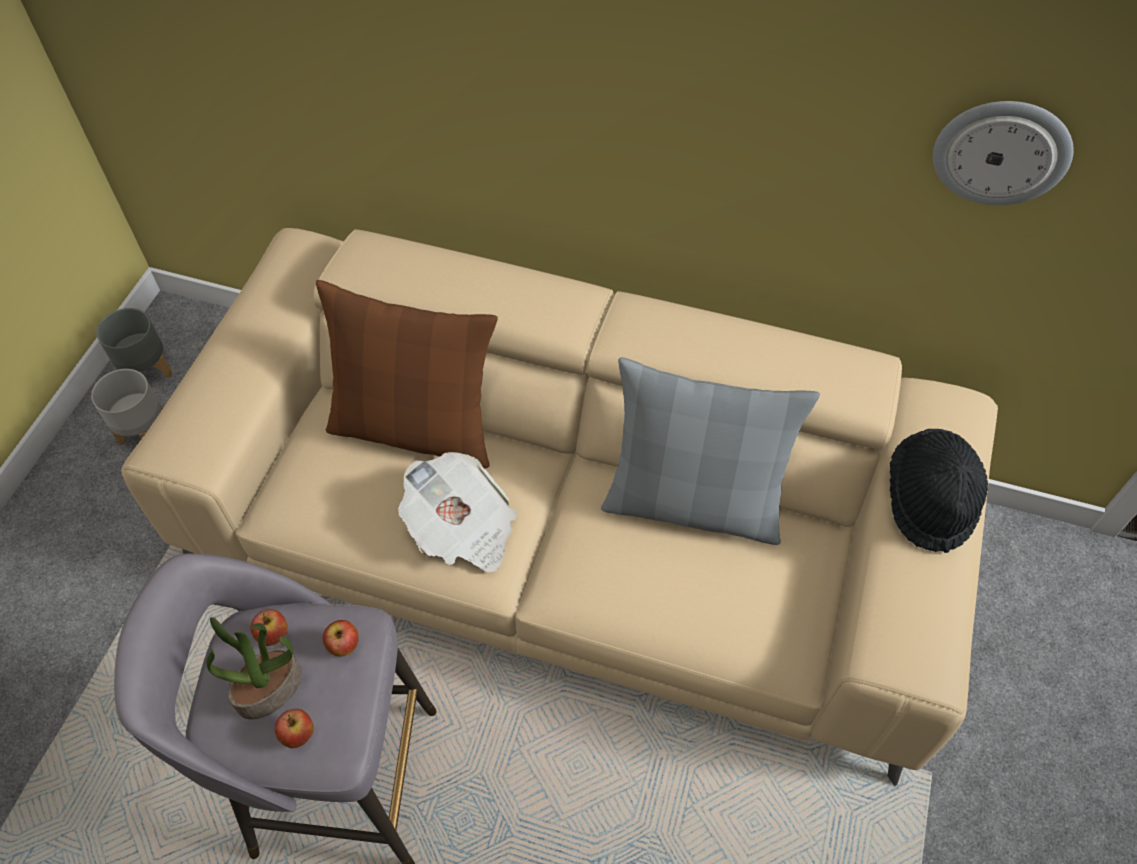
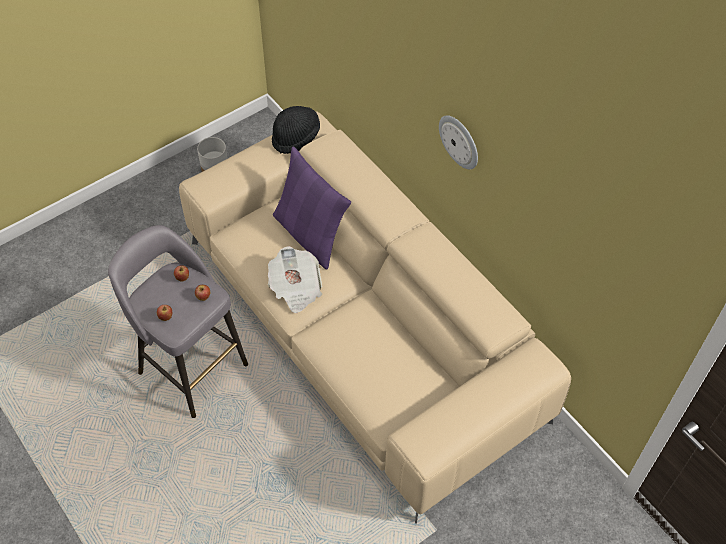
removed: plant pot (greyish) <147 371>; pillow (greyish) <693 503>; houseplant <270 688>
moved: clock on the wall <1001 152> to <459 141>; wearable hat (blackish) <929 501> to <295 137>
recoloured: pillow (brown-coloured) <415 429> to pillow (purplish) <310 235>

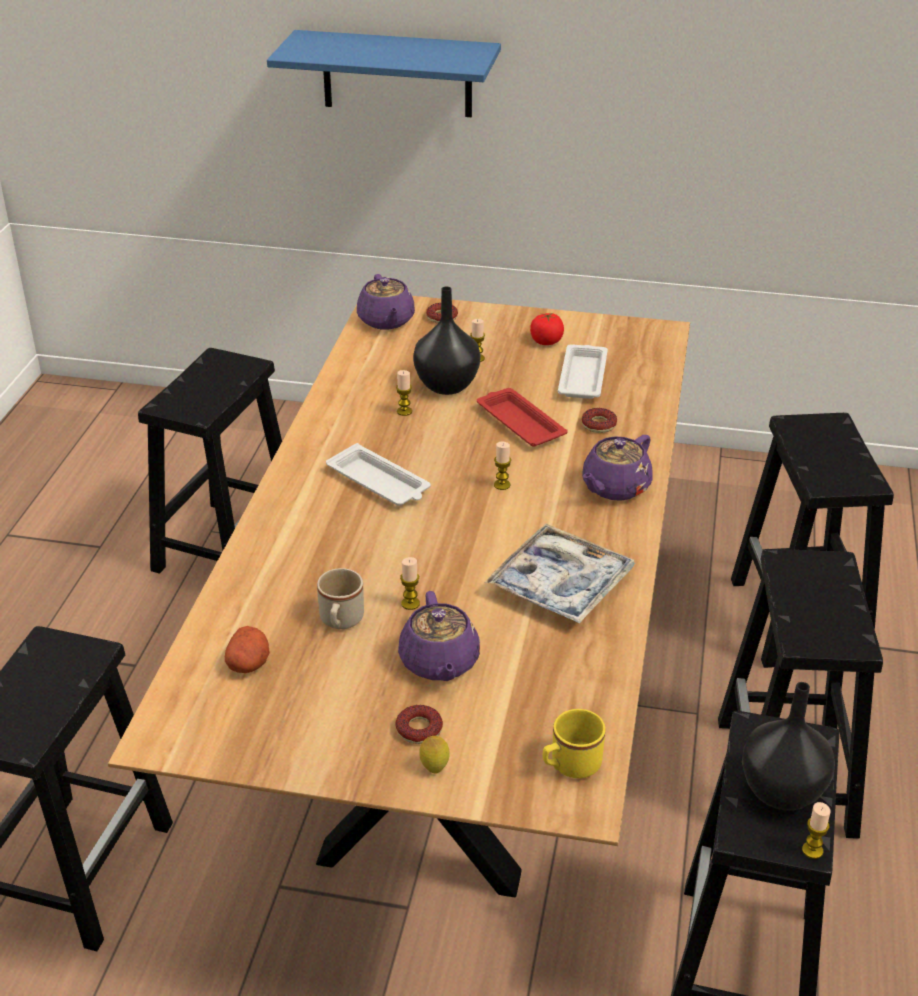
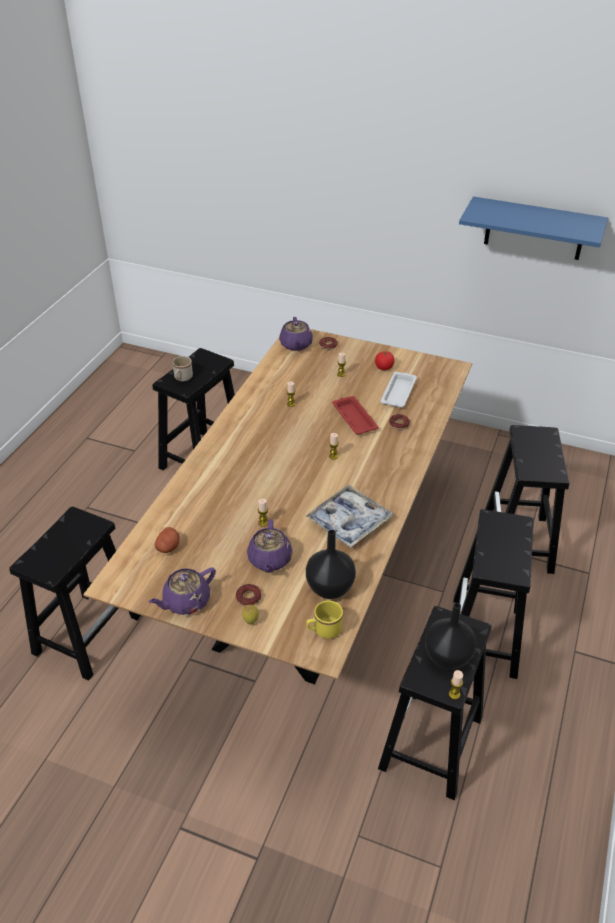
removed: tray (white) <379 483>
moved: wall shelf (blue-coloured) <397 74> to <534 229>; flower vase (blackish) <448 386> to <330 589>; tea pot (purplish) <614 487> to <185 601>; mug (beige-coloured) <340 622> to <182 378>

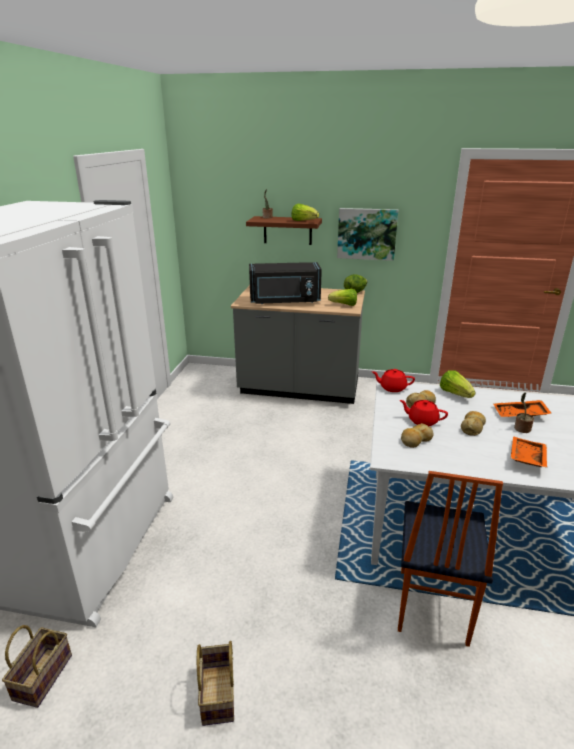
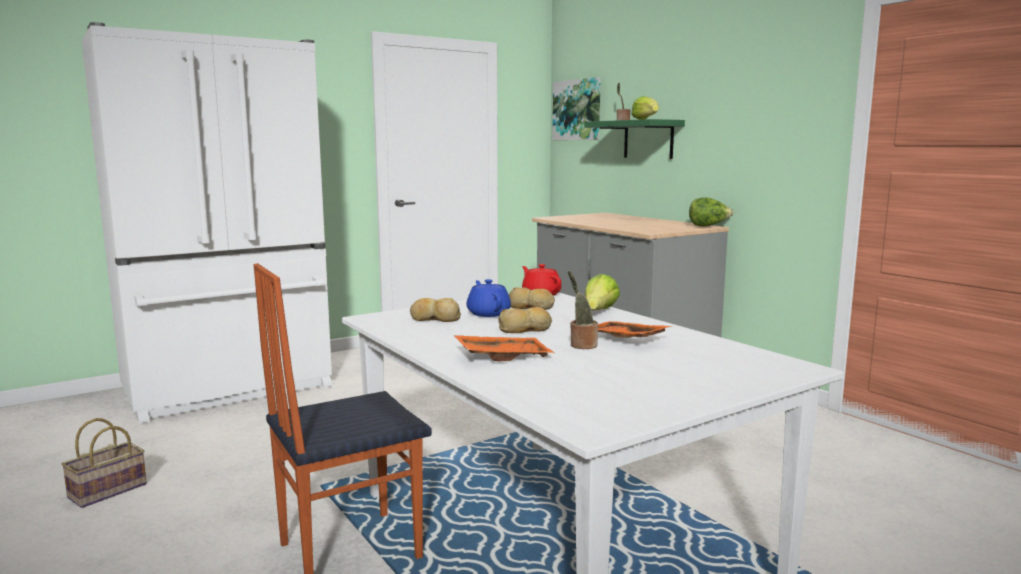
removed: microwave (blackish) <285 301>; head of lettuce <344 305>; household basket <43 675>
moved: picture <367 234> to <577 110>
recoloured: wall shelf (brown-coloured) <287 230> to wall shelf (green-coloured) <648 139>; tea pot (red-coloured) <422 421> to tea pot (blue-coloured) <488 313>

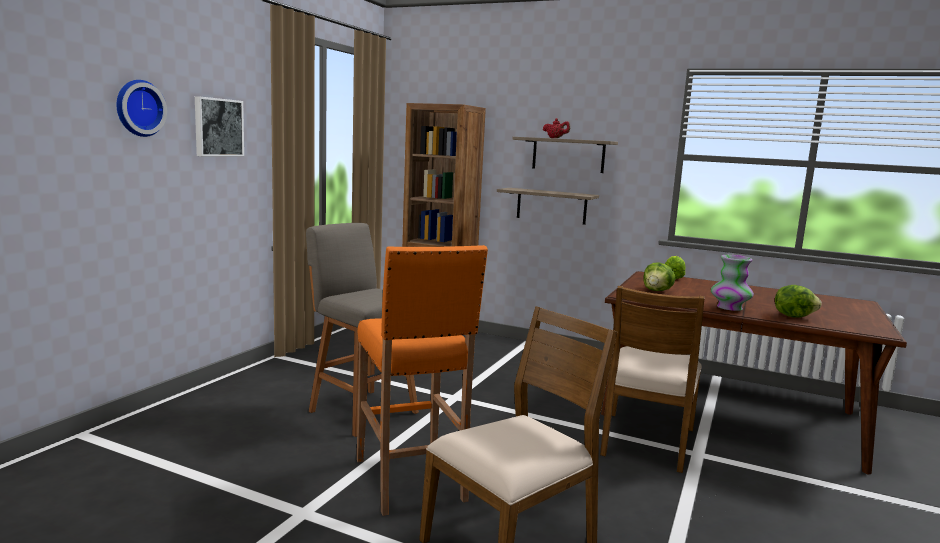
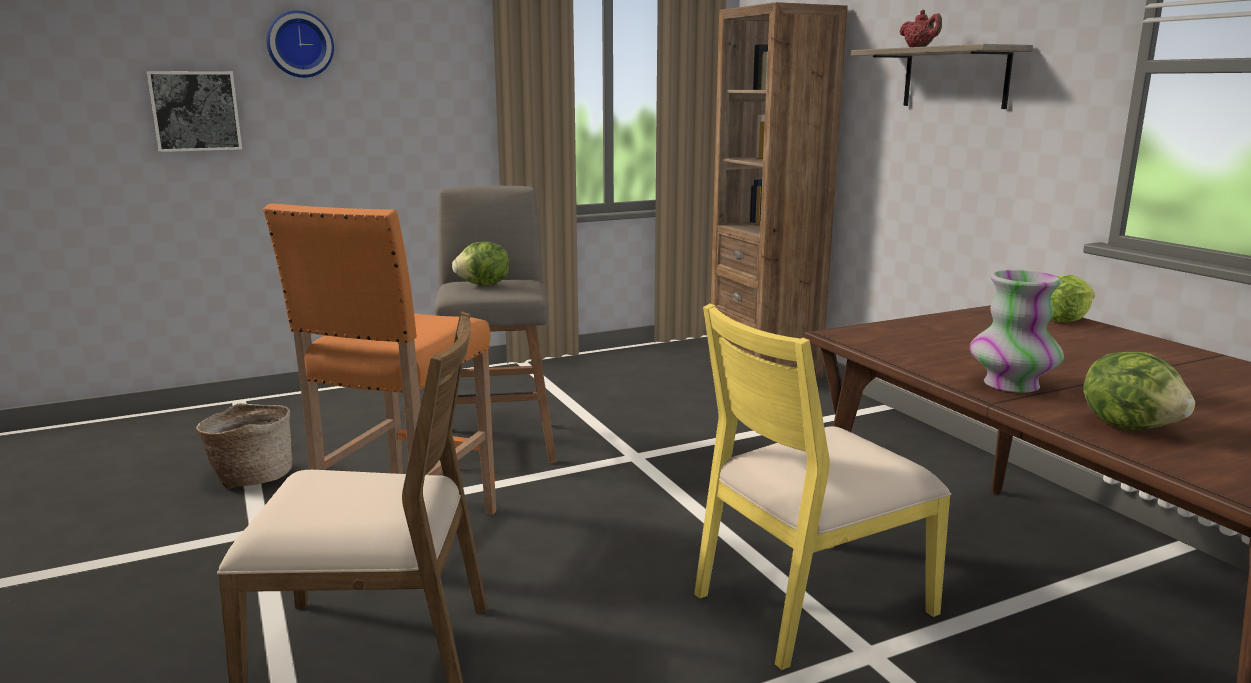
removed: wall shelf <551 206>
added: household basket <251 477>
moved: picture <218 127> to <195 111>; head of lettuce <657 291> to <484 285>
recoloured: chair (brown-coloured) <645 441> to chair (yellowish) <809 601>

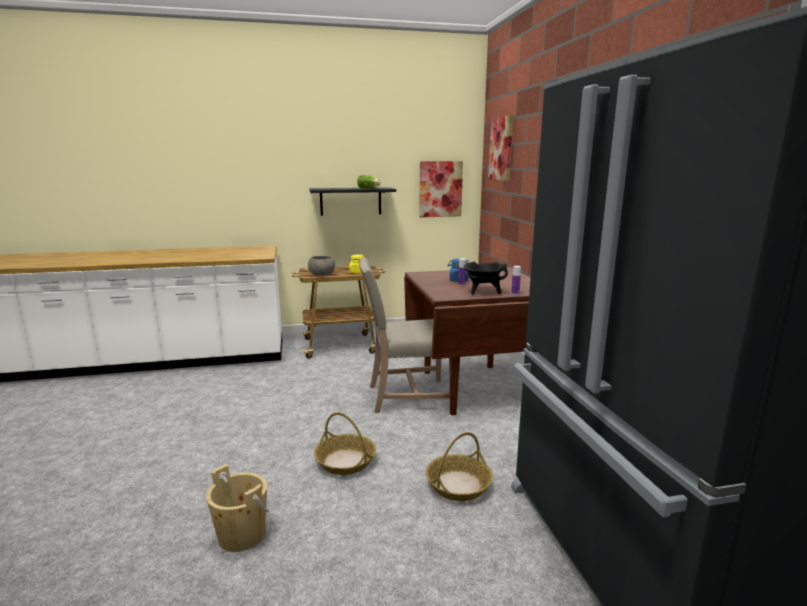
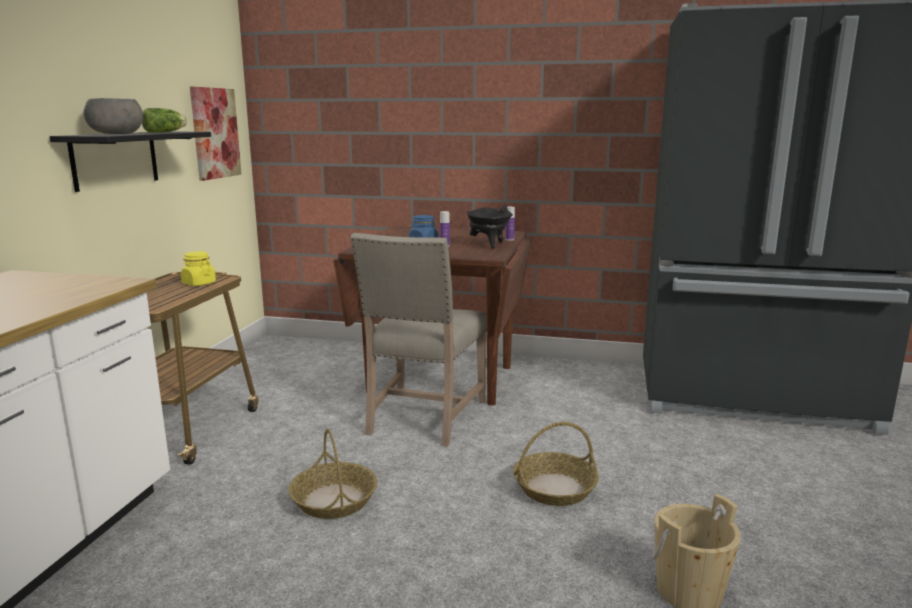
removed: picture <501 149>
moved: deep dish (greyish) <322 274> to <117 134>; household basket <458 485> to <334 500>

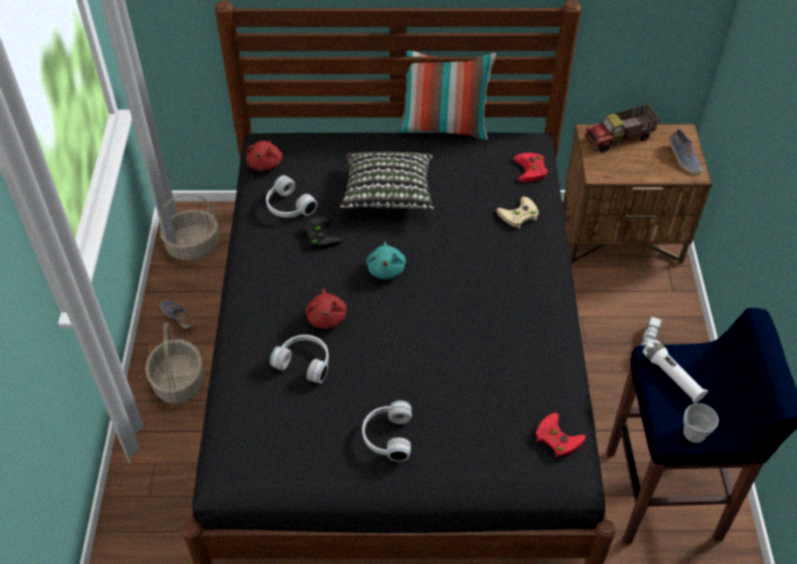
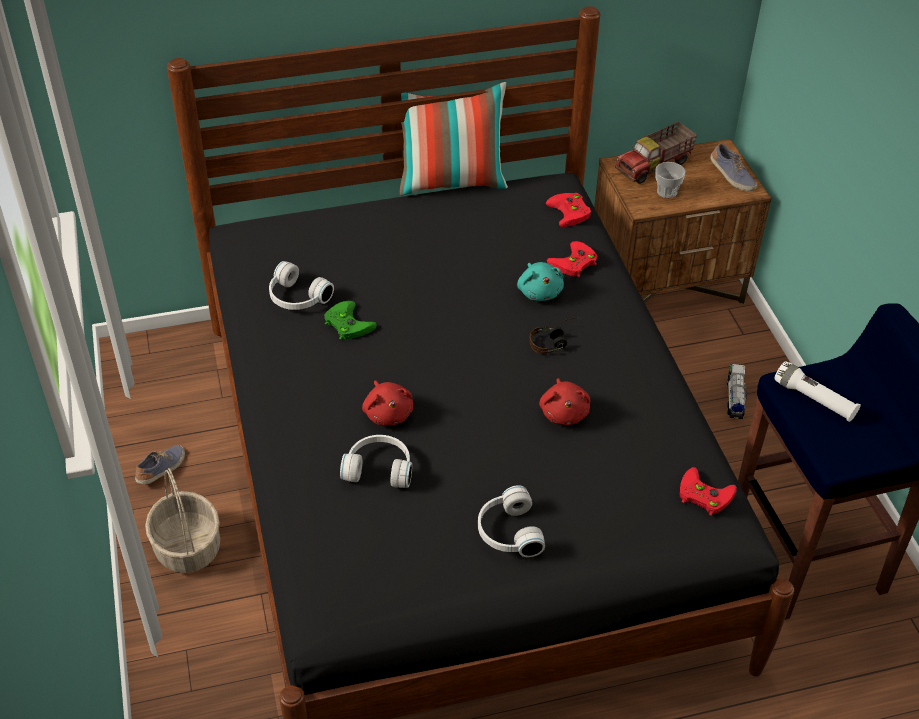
removed: pillow <388 194>; household basket <193 247>
added: headphones <555 341>
moved: cuddly toy (red-coloured) <266 163> to <564 412>; cuddly toy (blue-green) <386 268> to <539 291>; drinking cup <694 433> to <667 192>
recoloured: joypad (beige-coloured) <518 216> to joypad (red-coloured) <573 263>; joypad (blackish) <319 235> to joypad (green-coloured) <346 323>
turned: item of footwear <178 317> = <162 470> 90 degrees clockwise

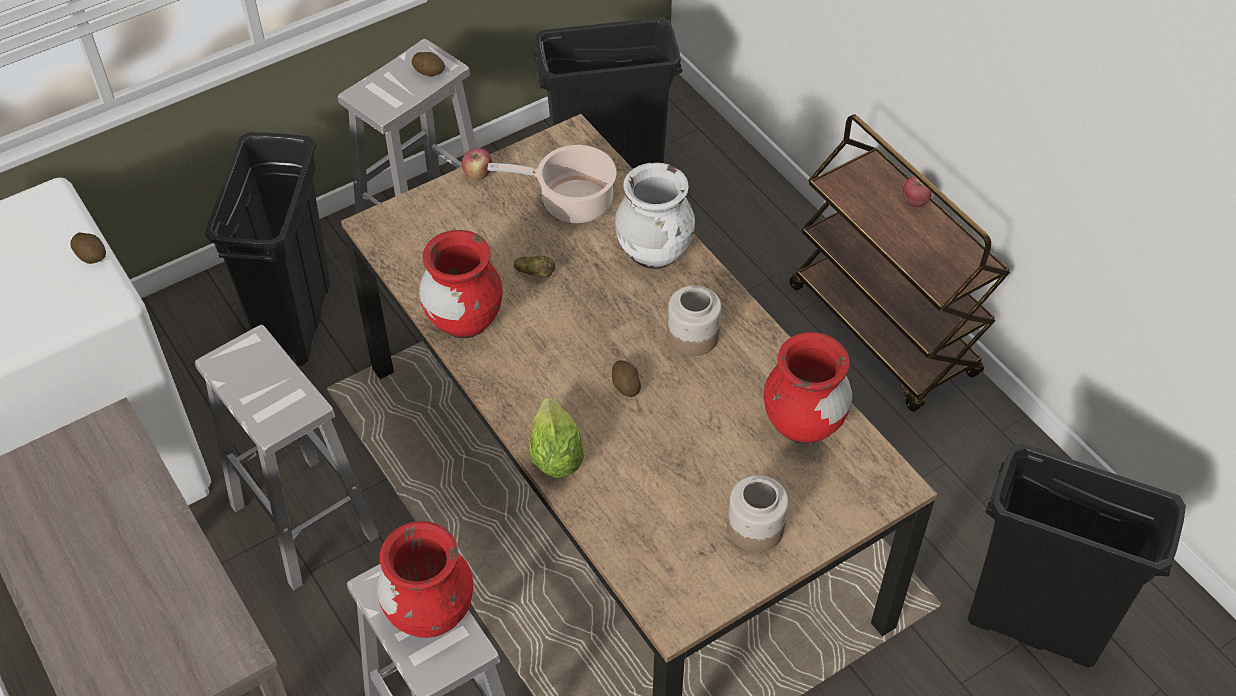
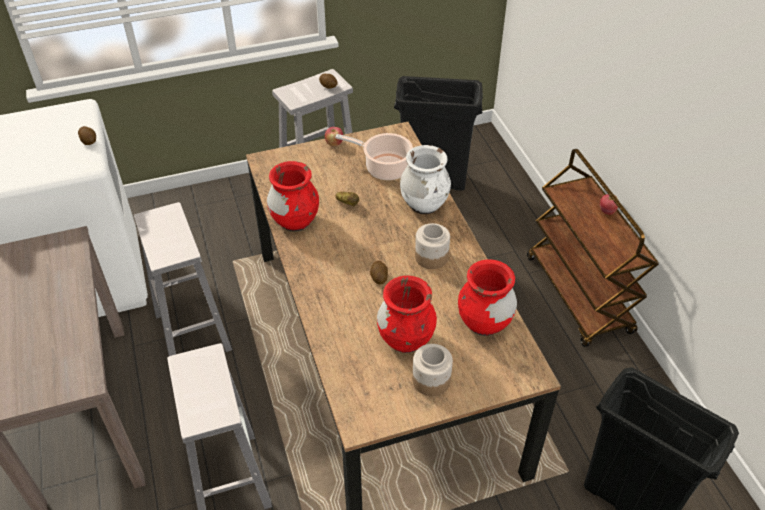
removed: trash can (blackish) <296 321>; head of lettuce <555 456>
moved: flower vase (red-coloured) <430 613> to <406 340>

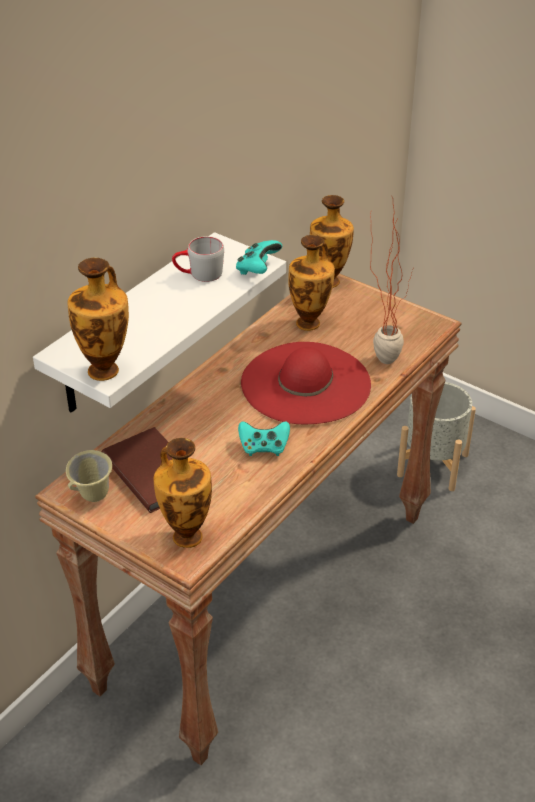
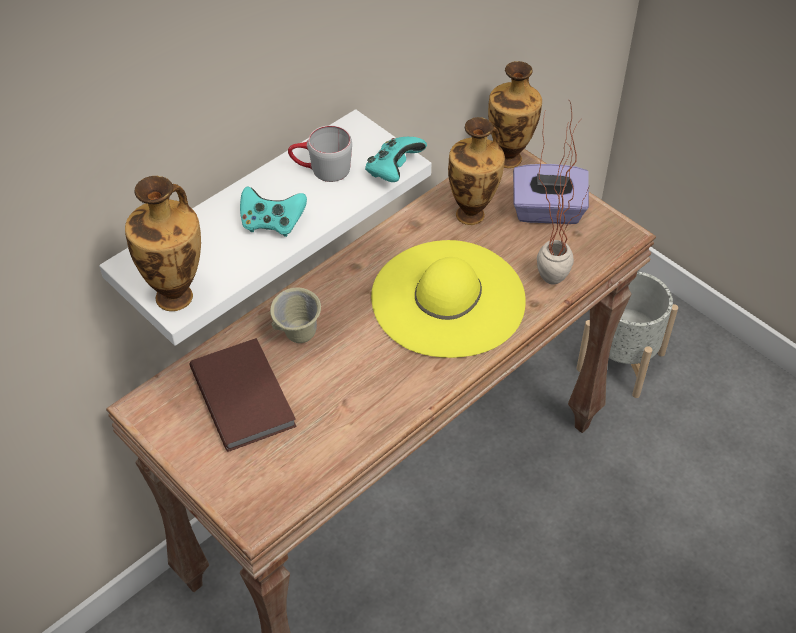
removed: flower vase <186 535>
added: tissue holder (purplish) <547 212>
moved: joypad (blue-green) <263 447> to <272 223>; mug (beige-coloured) <93 498> to <298 338>
recoloured: wearable hat (red-coloured) <306 383> to wearable hat (yellowish) <448 298>

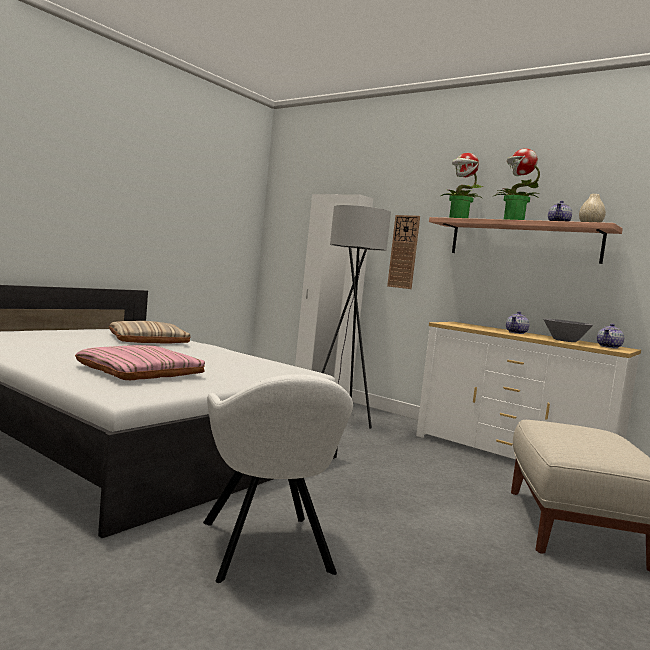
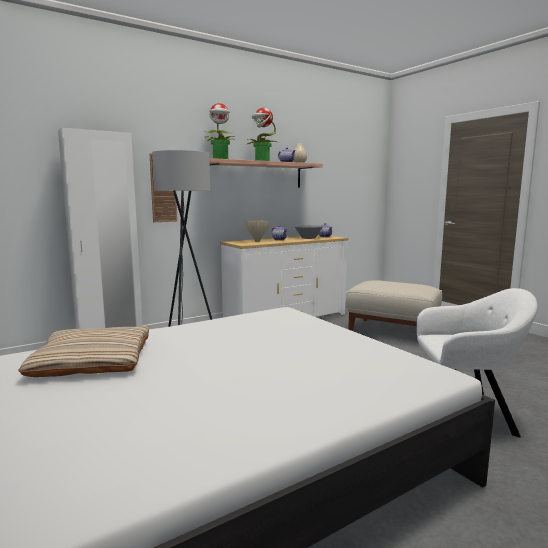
removed: pillow (pink) <140 371>
added: flower vase (beige-coloured) <257 241>

